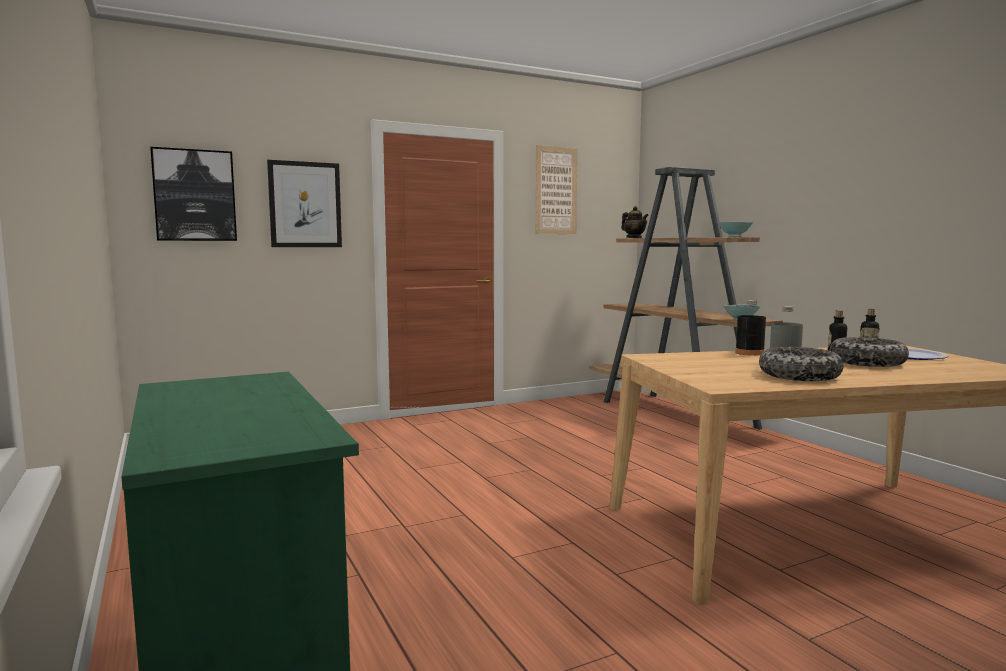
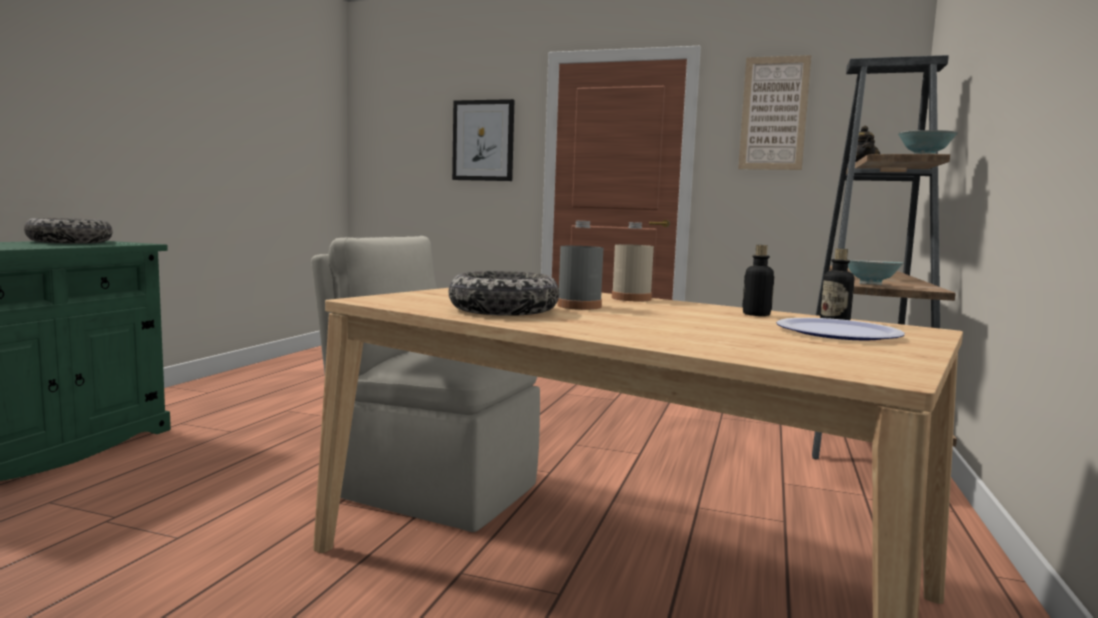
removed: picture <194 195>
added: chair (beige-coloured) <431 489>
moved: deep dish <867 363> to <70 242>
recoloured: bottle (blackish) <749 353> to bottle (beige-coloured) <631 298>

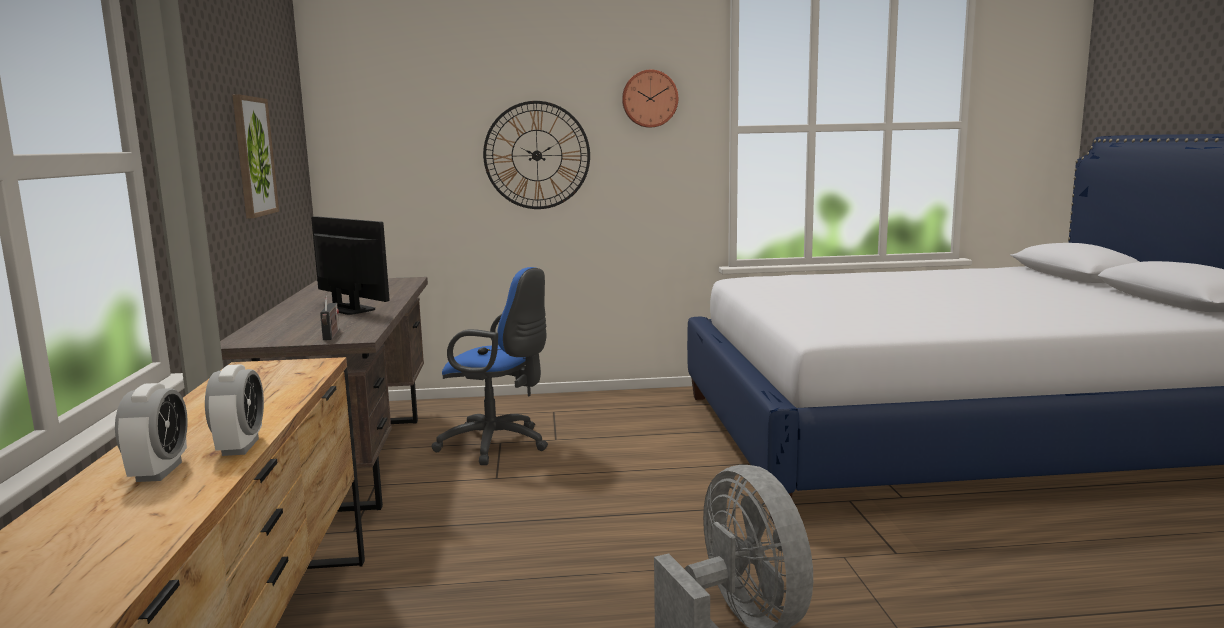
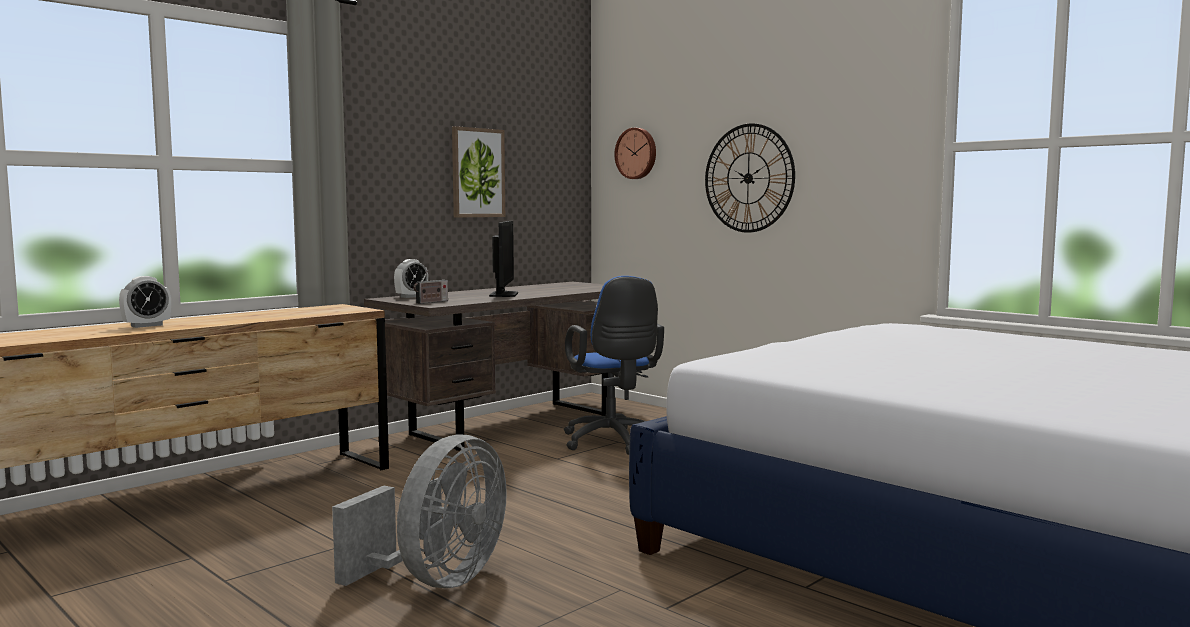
moved: clock on the wall <649 99> to <637 153>; alarm clock <240 447> to <411 296>

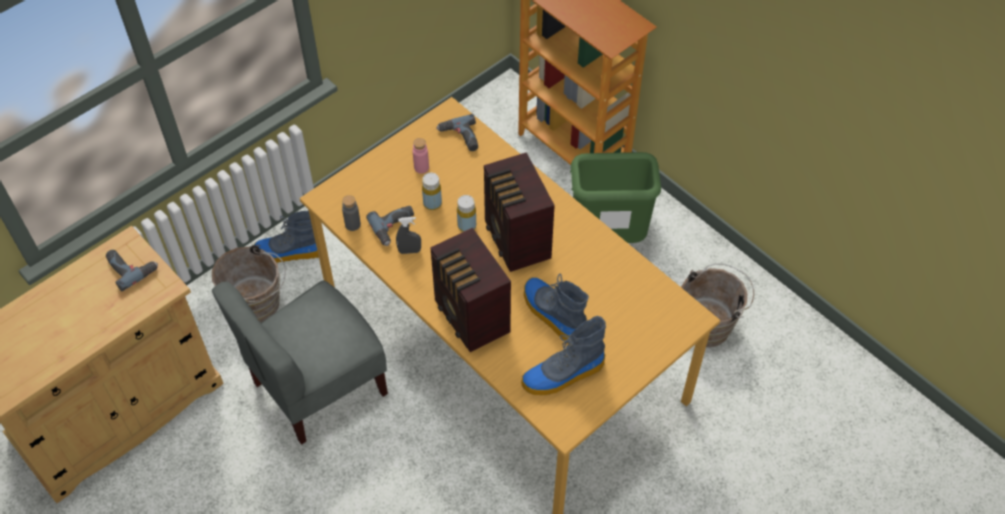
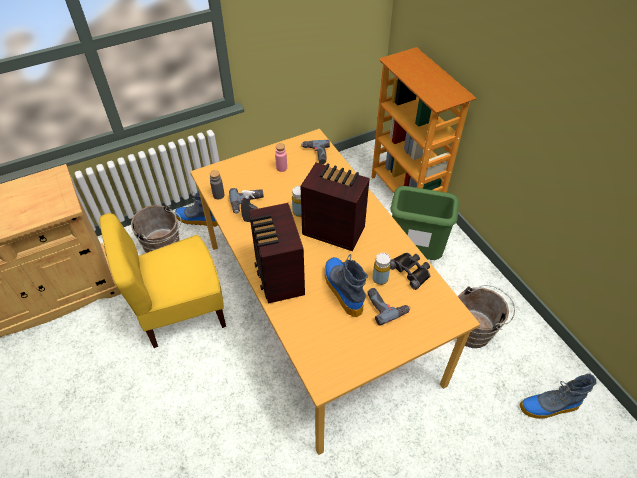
added: field glasses (blackish) <410 271>
moved: bottle (yellowish) <432 203> to <380 279>; electric drill <131 267> to <386 305>; tall boot <563 375> to <549 406>
recoloured: chair (greyish) <318 387> to chair (yellowish) <181 311>
turned: radio receiver <516 241> = <332 230> 120 degrees clockwise

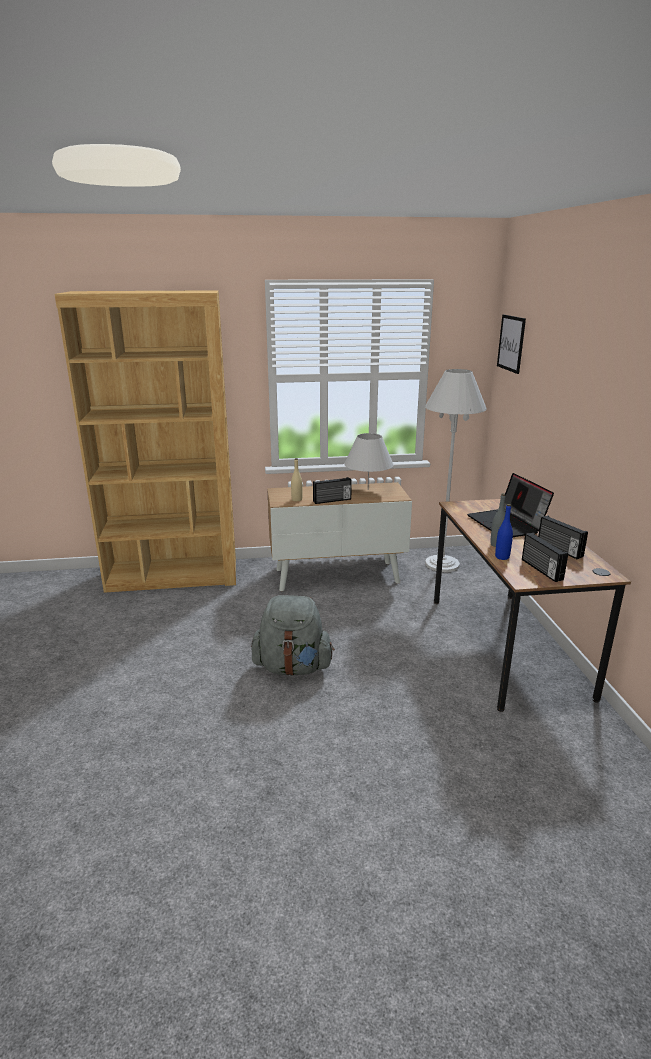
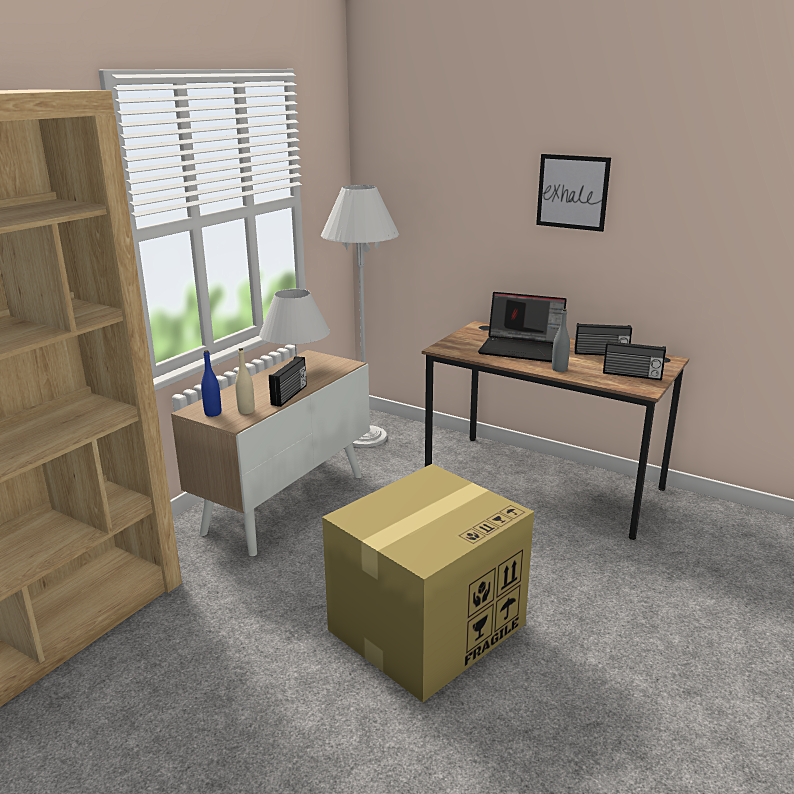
moved: picture <511 343> to <572 192>; bottle (blue-coloured) <502 557> to <213 413>
replaced: backpack (greyish) <293 667> to carton <428 625>

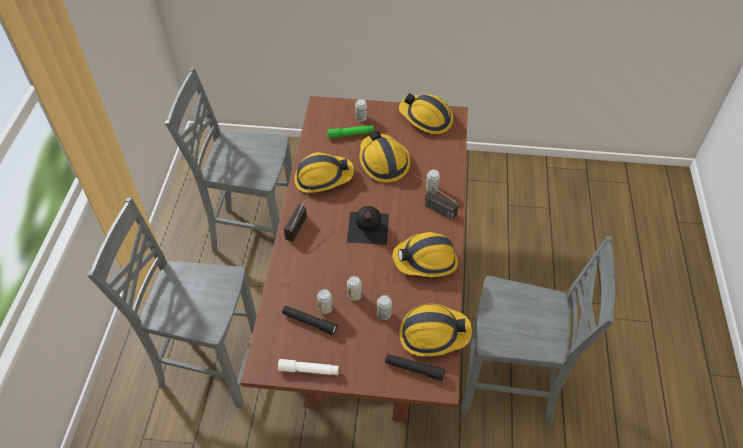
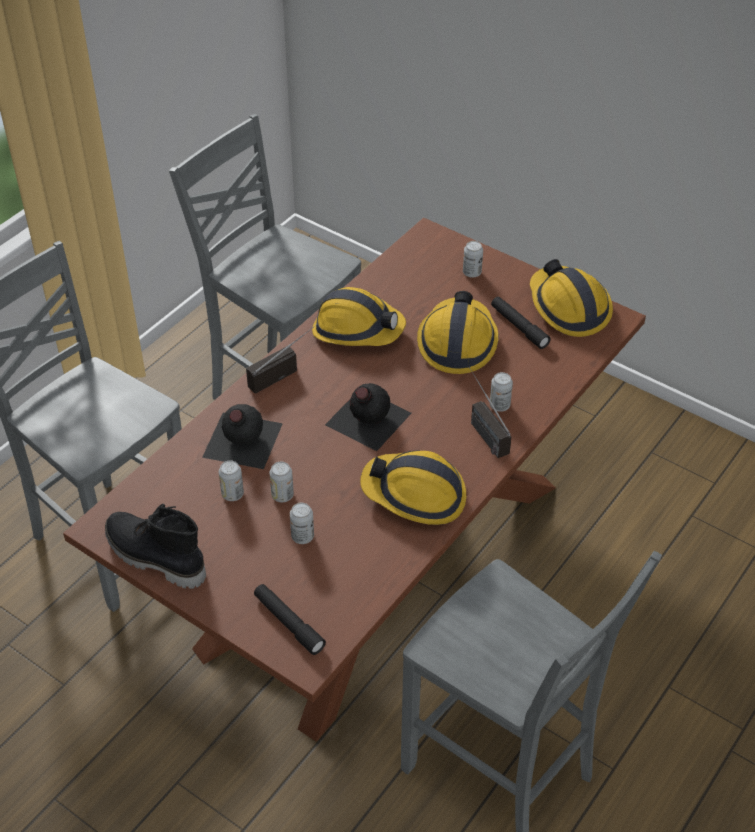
removed: torch (green-coloured) <350 134>; hard hat <433 334>
added: bottle (blackish) <241 440>
moved: torch (blackish) <309 322> to <519 327>
replaced: torch (white) <308 370> to tall boot (blackish) <154 558>

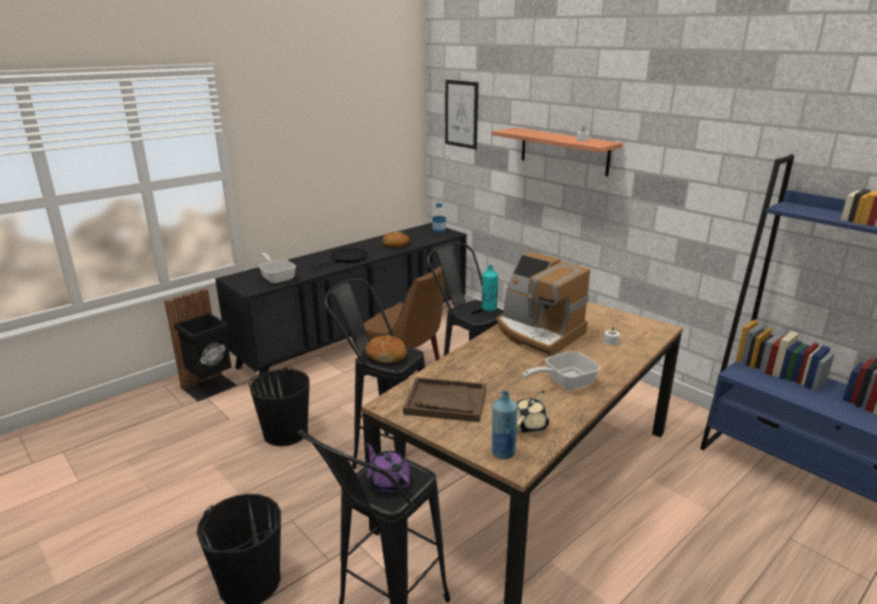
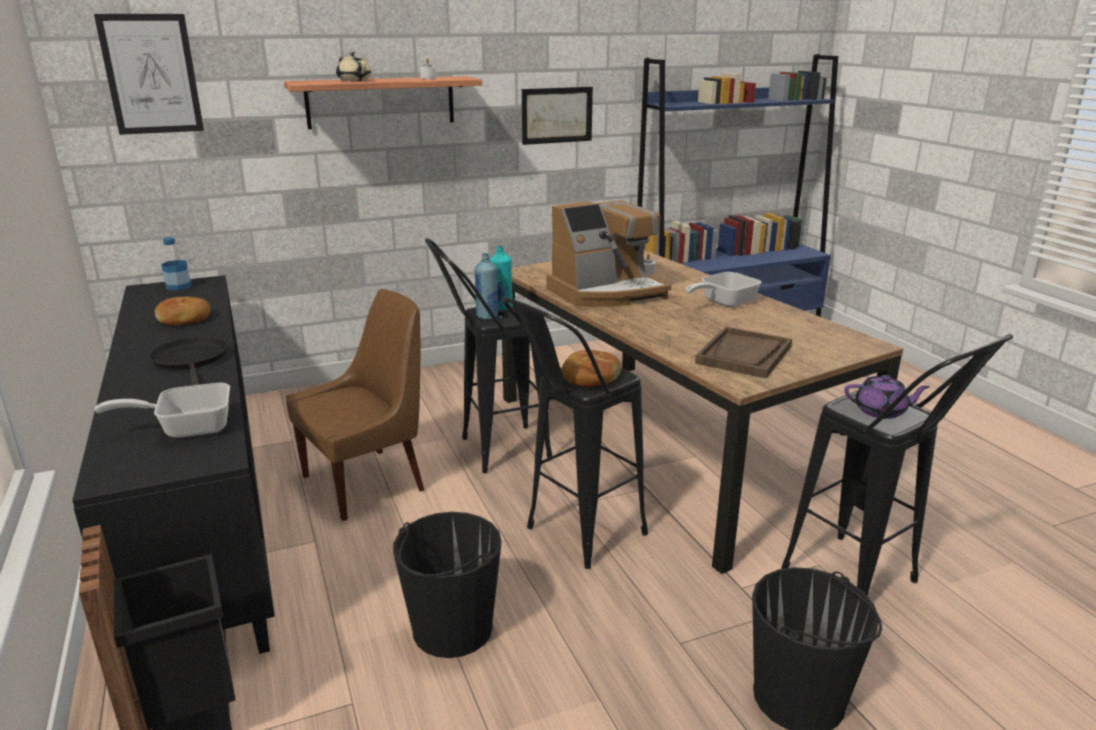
added: picture <557 115>
moved: bottle (blue-coloured) <502 453> to <487 316>; tea pot (beige-coloured) <529 425> to <354 80>
turned: pan <564 382> = <723 303> 60 degrees clockwise; tea pot (purplish) <388 481> = <881 411> 150 degrees counterclockwise

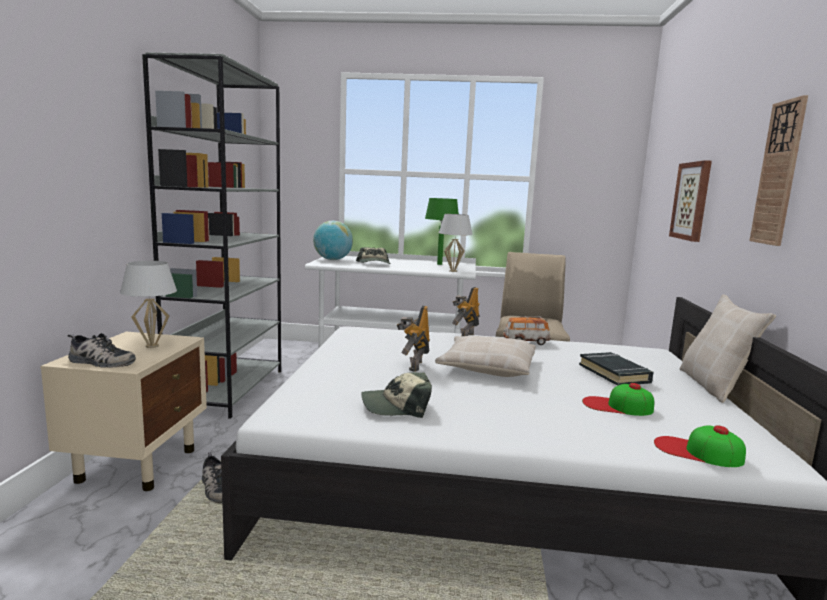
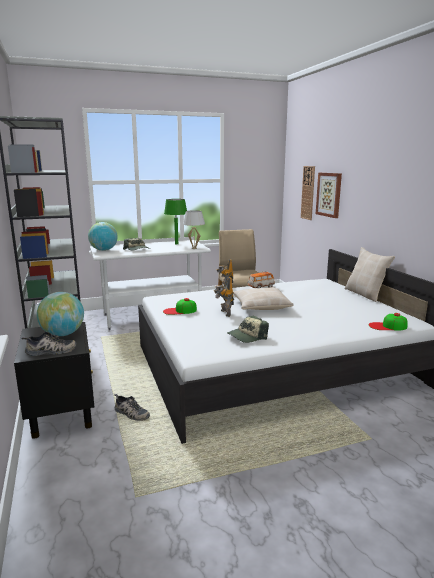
removed: bound book (blackish) <614 373>
moved: clock on the wall <778 173> to <308 193>; cap <617 406> to <179 311>
replaced: tabletop lamp (white) <151 346> to globe <63 334>
recoloured: night table (beige-coloured) <138 464> to night table (blackish) <62 416>

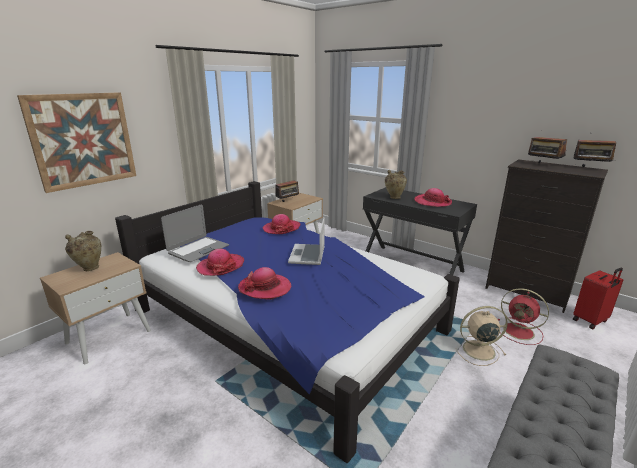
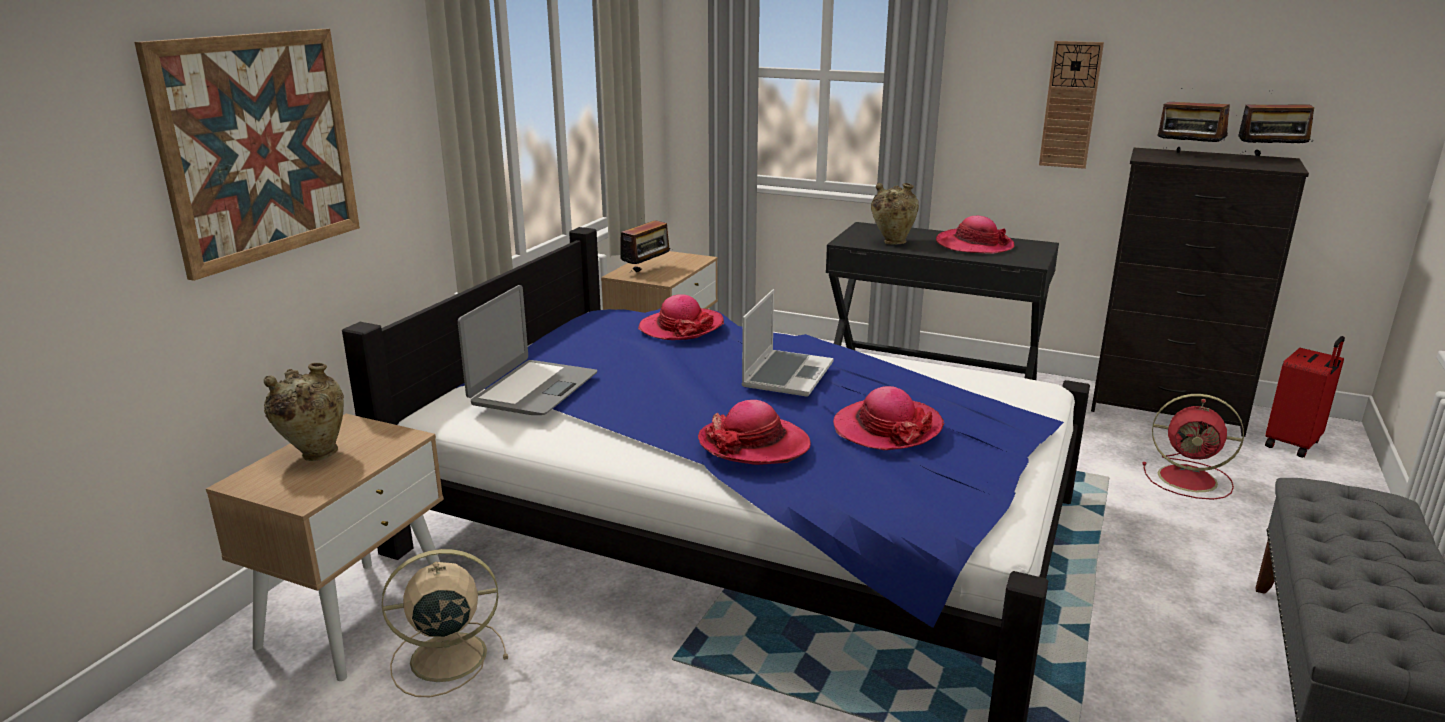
added: clock on the wall <1070 105>
moved: wearable hat <221 266> to <886 428>; fan (beige-coloured) <477 350> to <445 657>
turned: notebook computer <308 255> = <787 374> 150 degrees counterclockwise

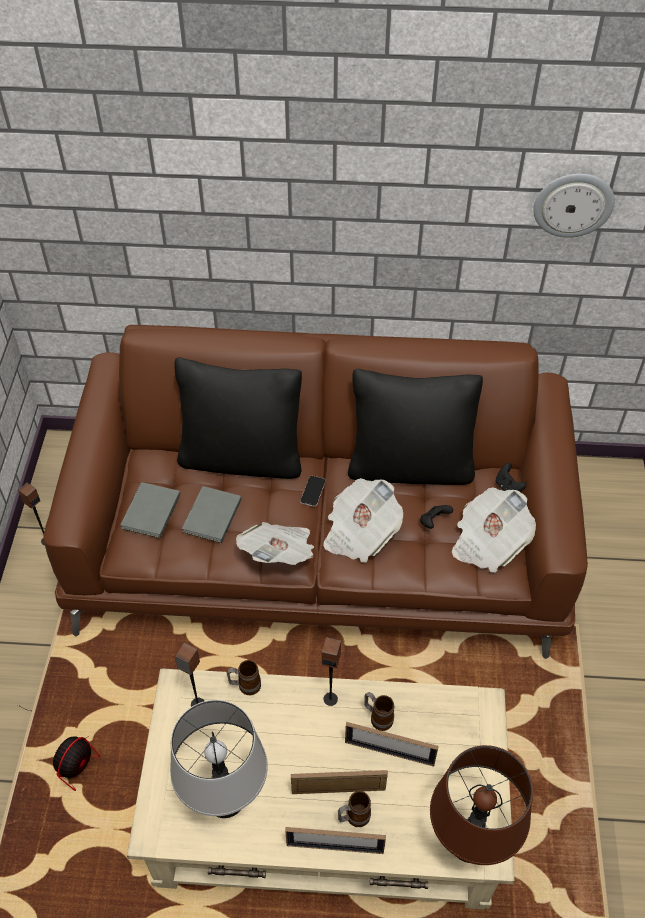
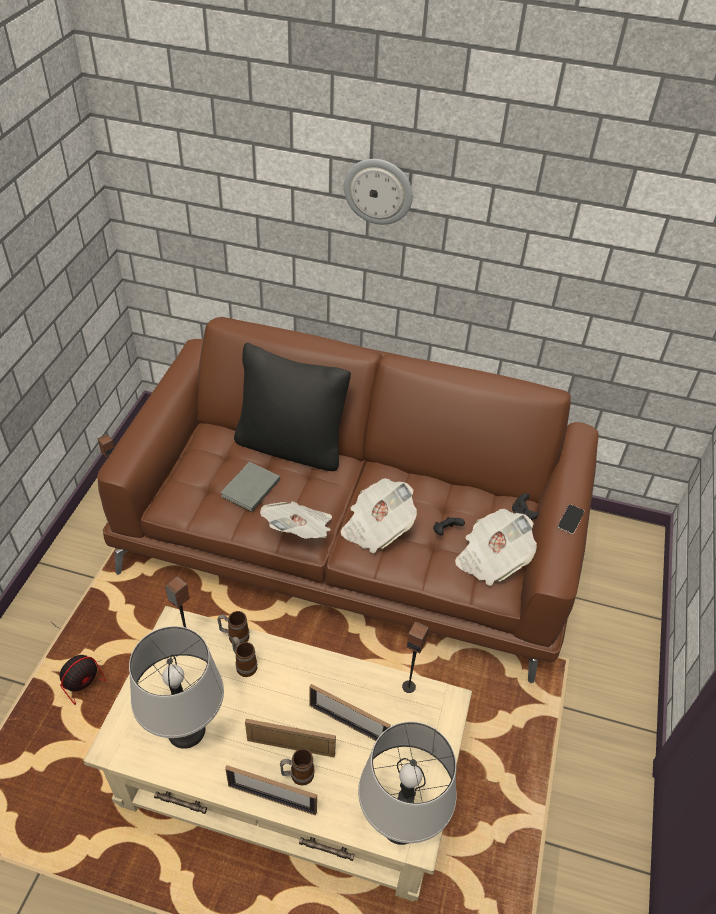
removed: pillow (blackish) <410 466>; bound book (greyish) <149 512>
moved: clock on the wall <573 204> to <378 191>; handset <313 491> to <570 519>; loudspeaker <330 698> to <409 686>; mug <378 717> to <244 664>
recoloured: tabletop lamp (brown-coloured) <470 841> to tabletop lamp (greyish) <401 823>

